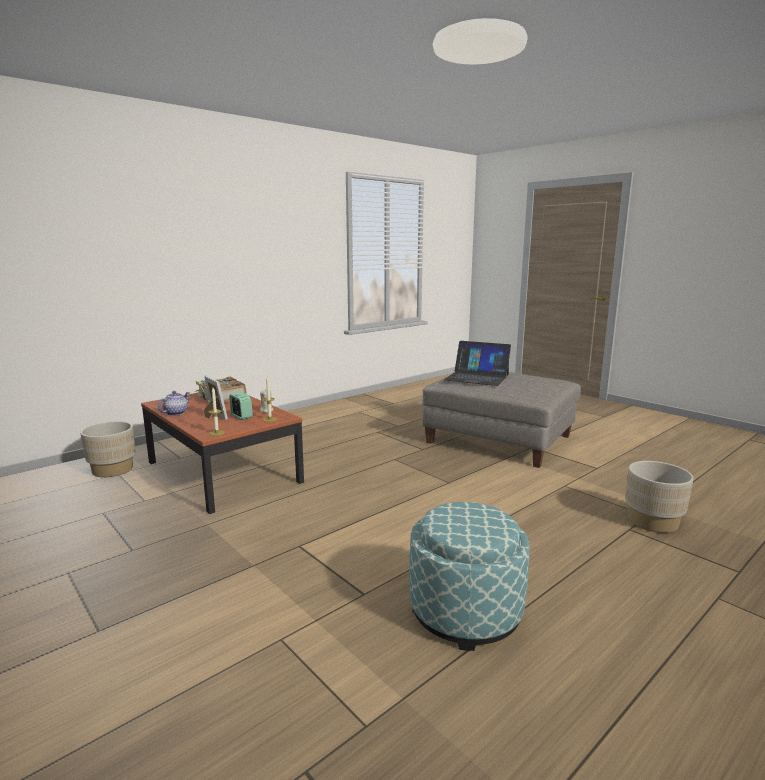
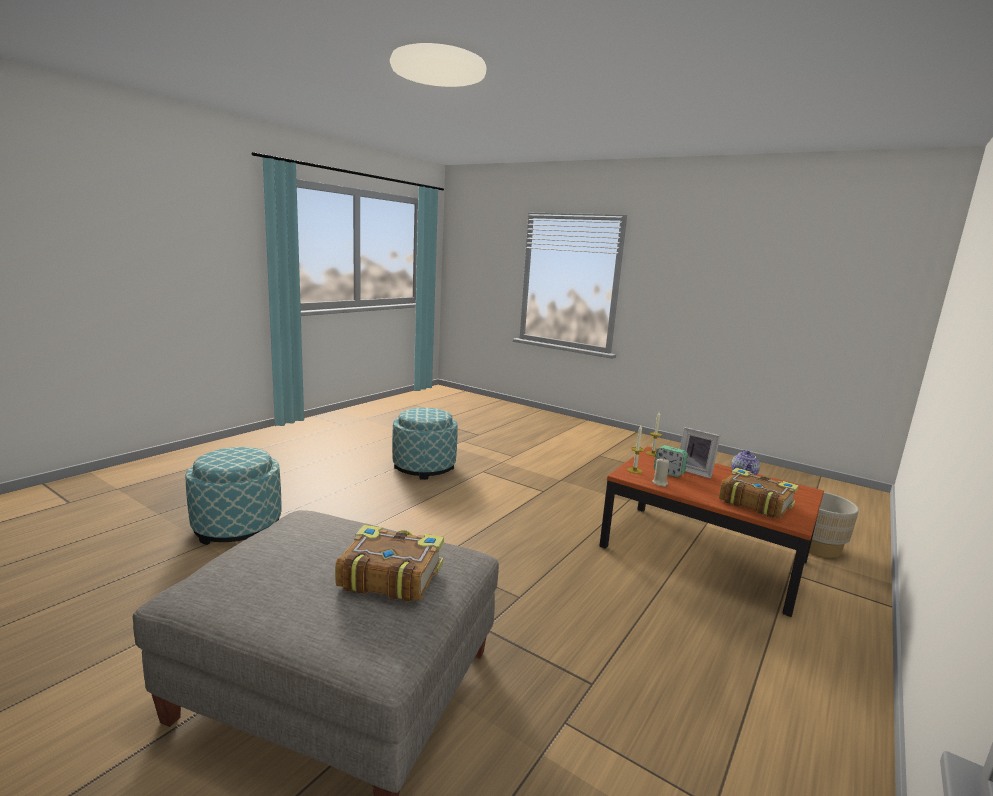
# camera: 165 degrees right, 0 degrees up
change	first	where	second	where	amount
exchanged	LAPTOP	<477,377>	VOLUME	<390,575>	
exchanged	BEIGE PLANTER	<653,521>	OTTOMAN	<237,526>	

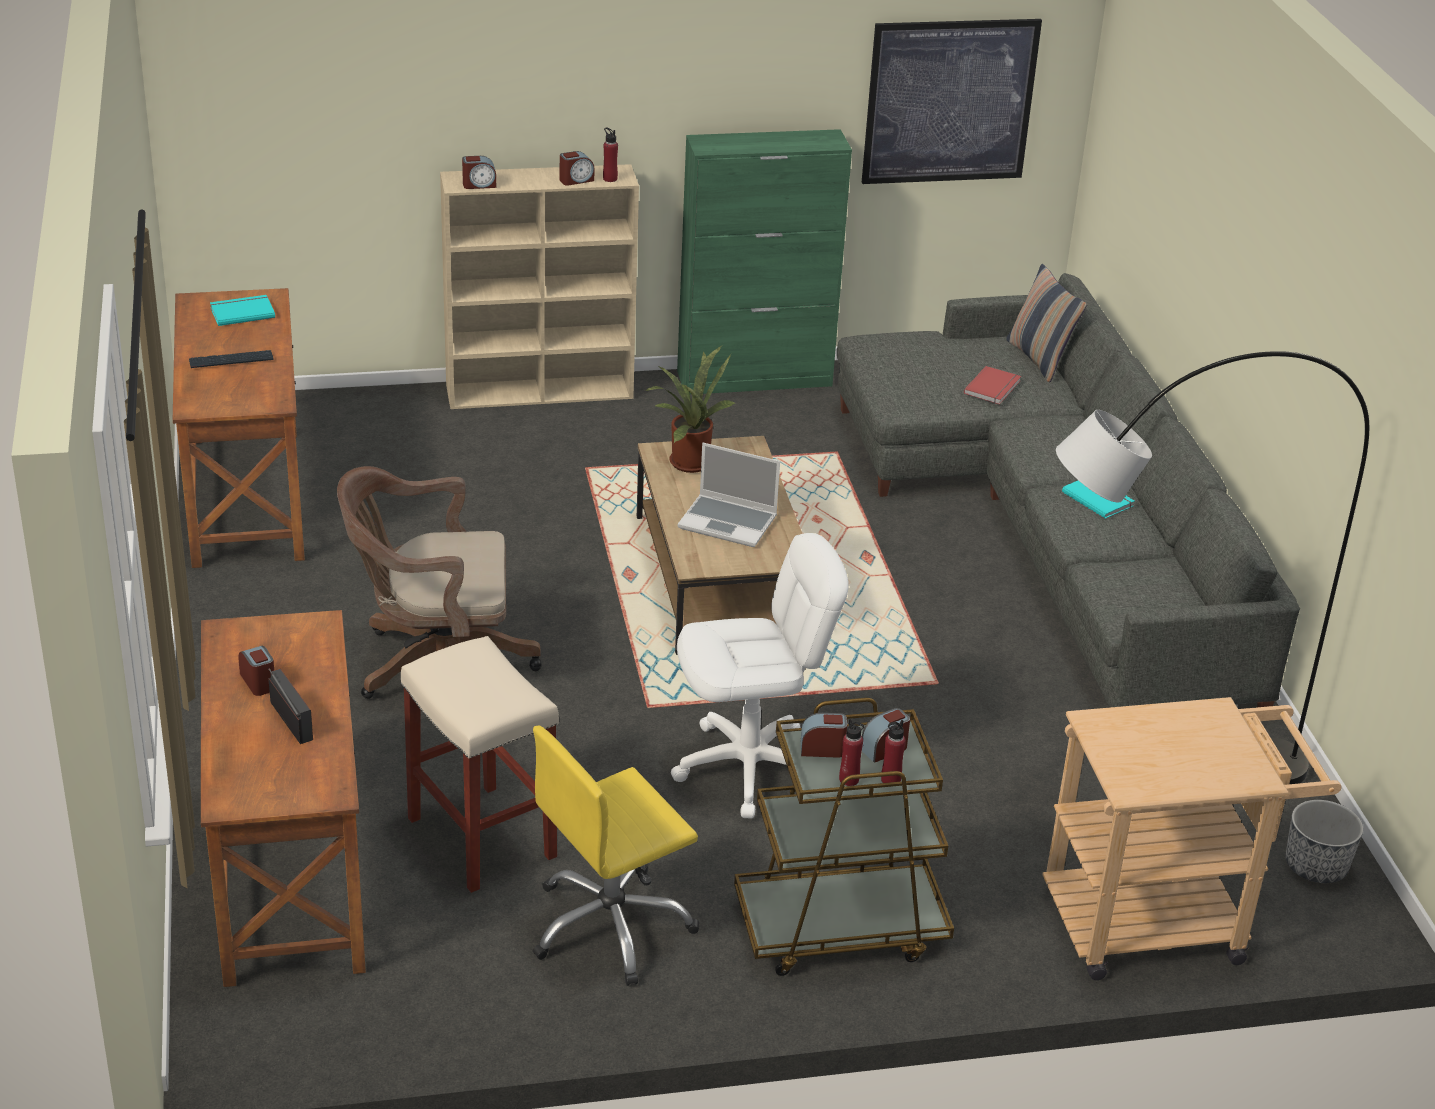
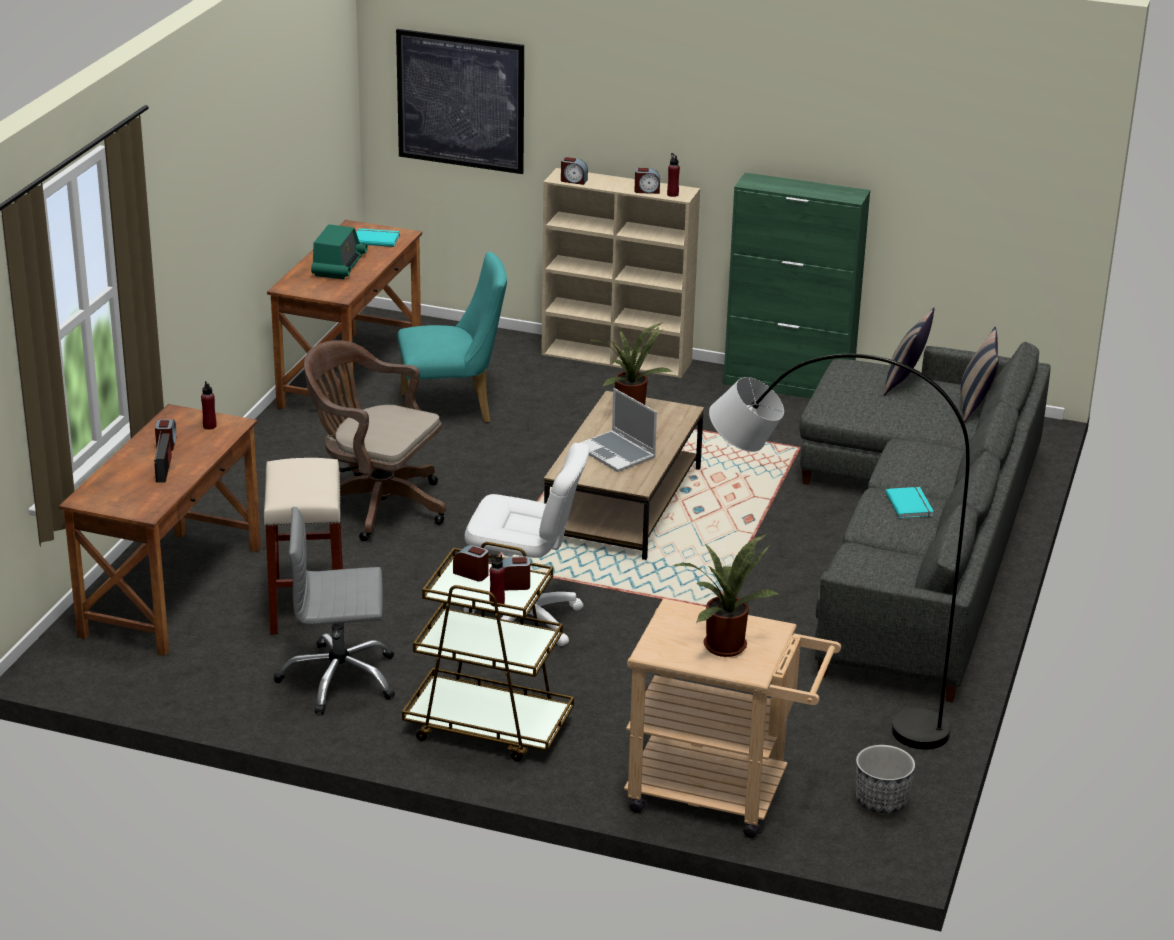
# camera: 30 degrees right, 5 degrees down
change	first	where	second	where	amount
missing	REDDISH VOLUME	<994,388>			
appeared			BLUE-GREEN CHAIR	<453,409>	
appeared			PLANT IN A POT	<723,644>	
appeared			THROW PILLOW	<905,382>	
relocated	REDDISH BEVERAGE BOTTLE	<849,779>		<209,426>	
relocated	PICTURE	<949,101>		<460,101>	
exchanged	COMPUTER KEYBOARD	<231,360>	RADIO RECEIVER	<339,266>	
colour	YELLOW-COLOURED OFFICE CHAIR	<611,926>	GREYISH OFFICE CHAIR	<339,679>	

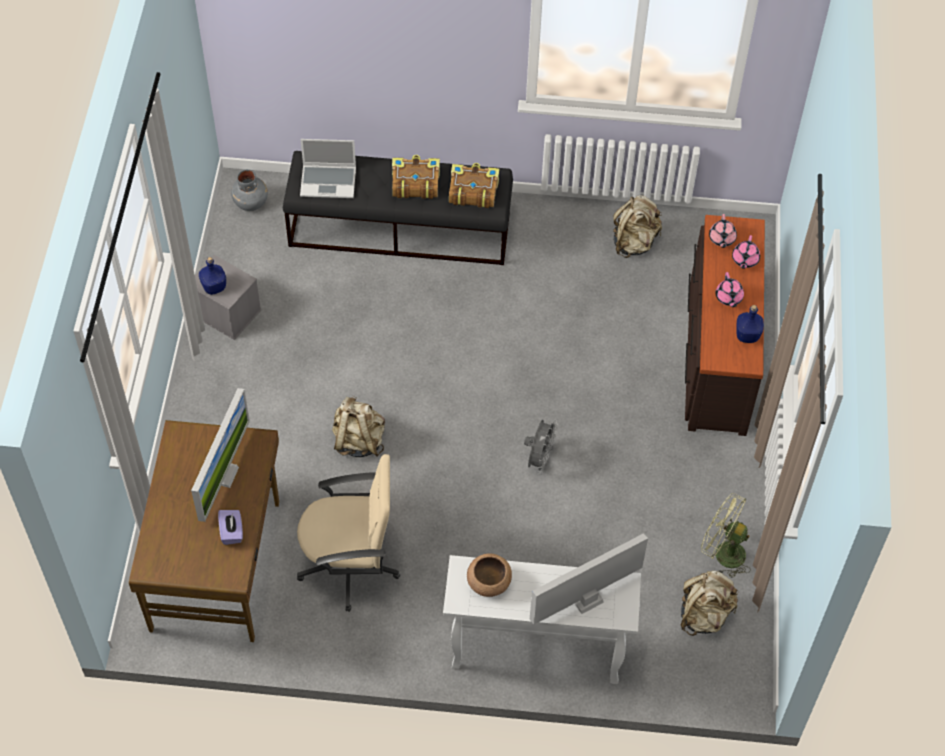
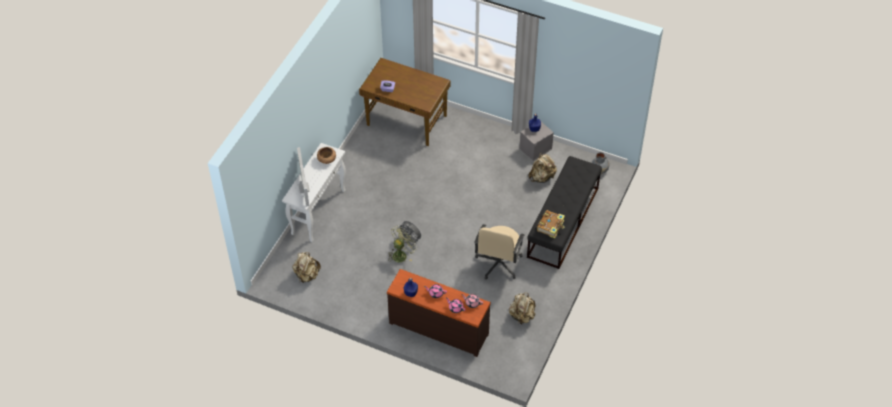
# camera: 110 degrees right, 5 degrees down
change	first	where	second	where	amount
missing	COMPUTER DISPLAY	<224,474>			
missing	LAPTOP	<329,182>			
missing	VOLUME	<414,183>			
relocated	BEIGE OFFICE CHAIR	<350,565>		<498,263>	
relocated	BEIGE KNAPSACK	<358,440>		<542,177>	
relocated	GREENISH COOLING FAN	<723,553>		<401,254>	

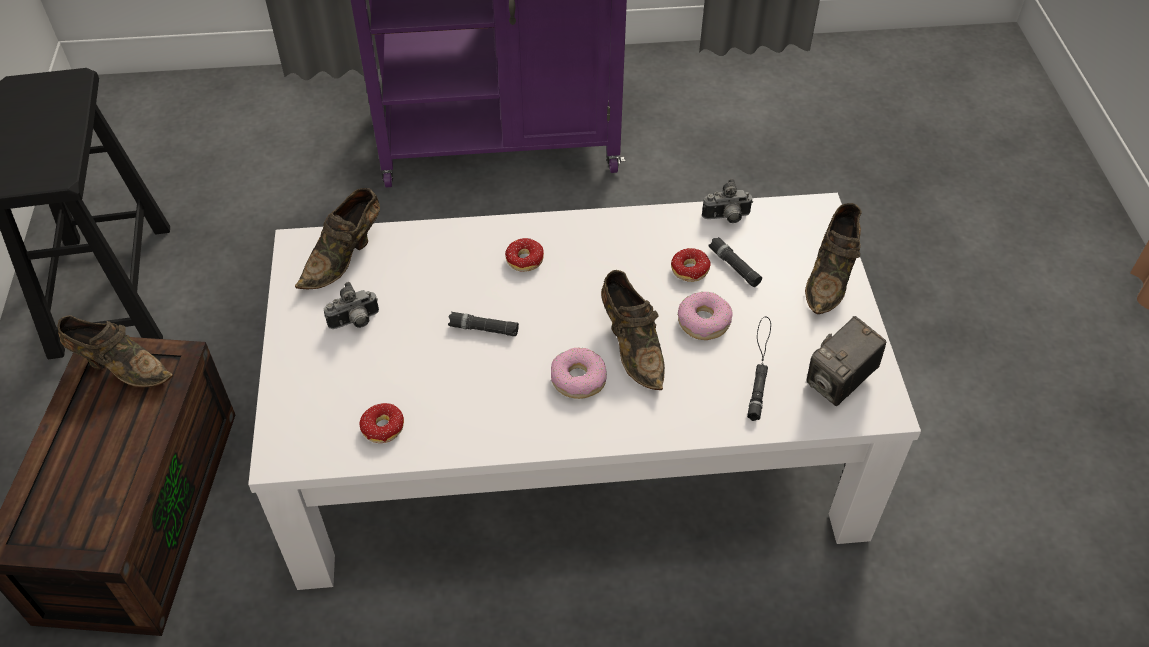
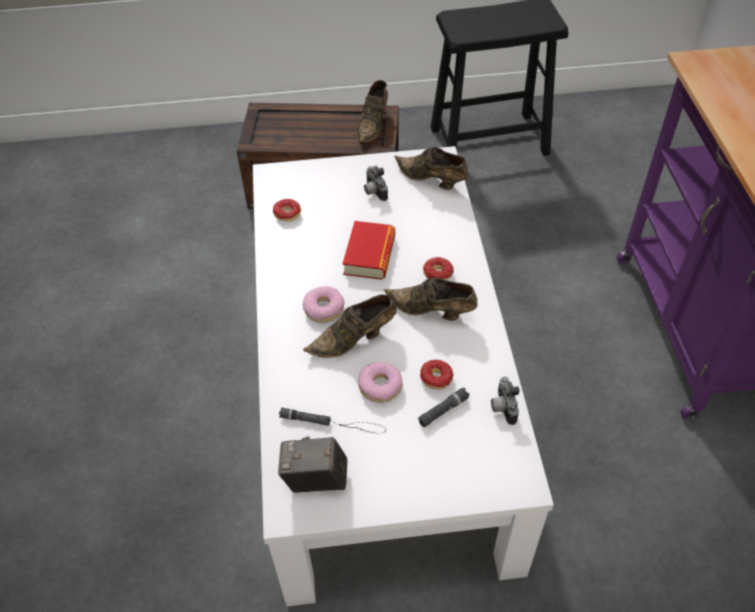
# camera: 90 degrees right, 0 degrees up
change	first	where	second	where	amount
relocated	BROWN SHOE	<831,276>		<432,311>	
exchanged	BLACK-COLOURED FLASHLIGHT	<483,329>	VOLUME	<369,255>	
spun	PHOTO CAMERA	<839,382>		<315,480>	45 degrees counterclockwise

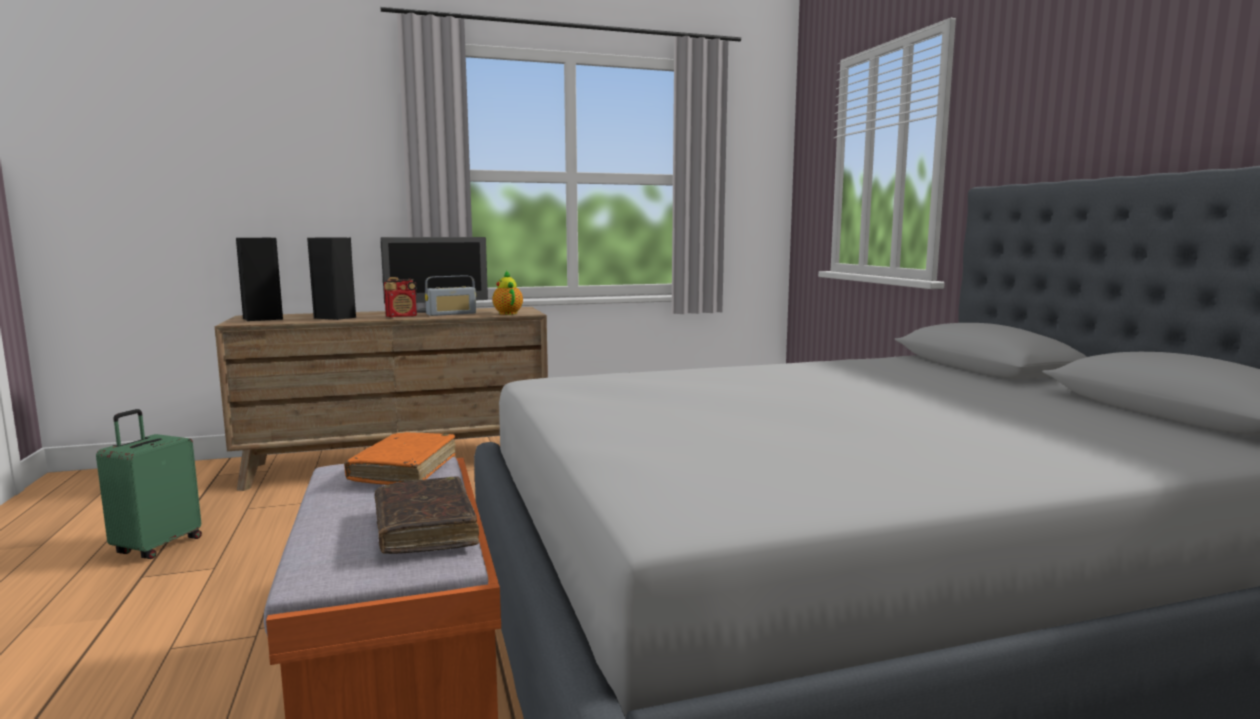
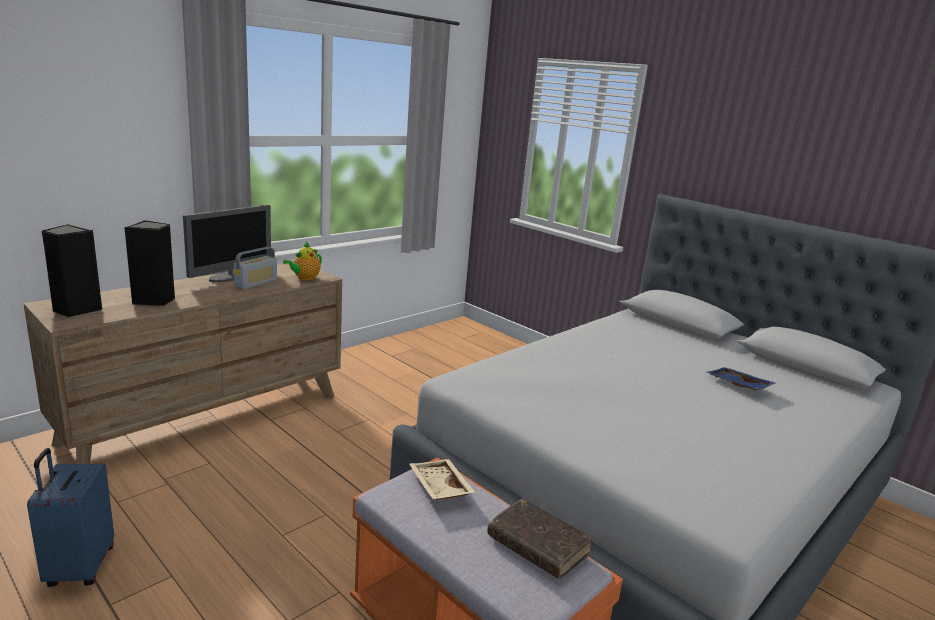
# camera: 30 degrees left, 10 degrees up
change	first	where	second	where	amount
missing	RADIO RECEIVER	<402,316>			
appeared			BLUE SERVING TRAY	<737,385>	
exchanged	ORANGE-COLOURED VOLUME	<404,470>	BEIGE SERVING TRAY	<438,487>	
colour	GREENISH TRAVEL CASE	<157,546>	BLUE TRAVEL CASE	<79,567>	
spun	TEAPOT	<507,313>		<304,278>	90 degrees counterclockwise

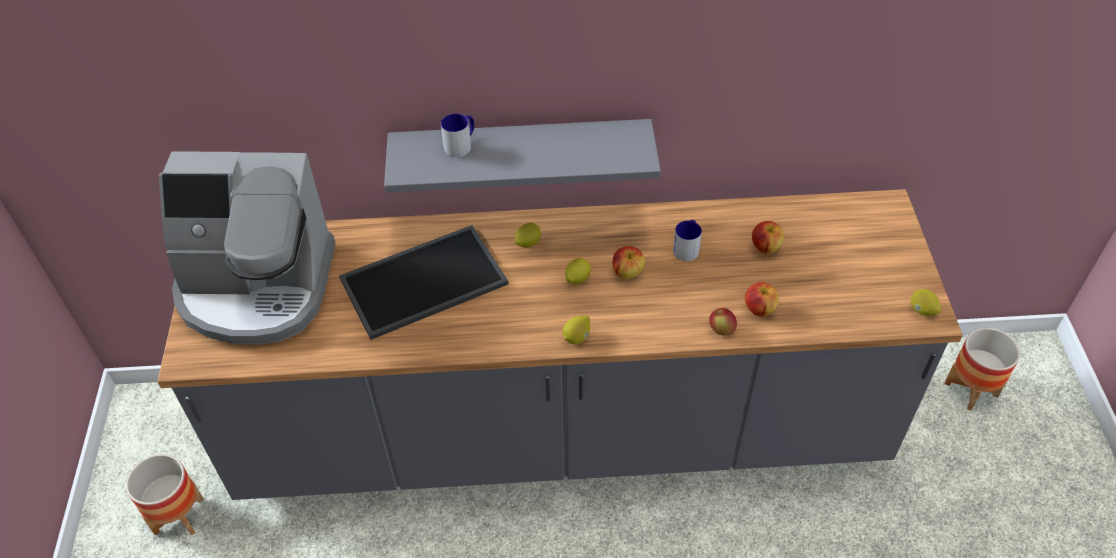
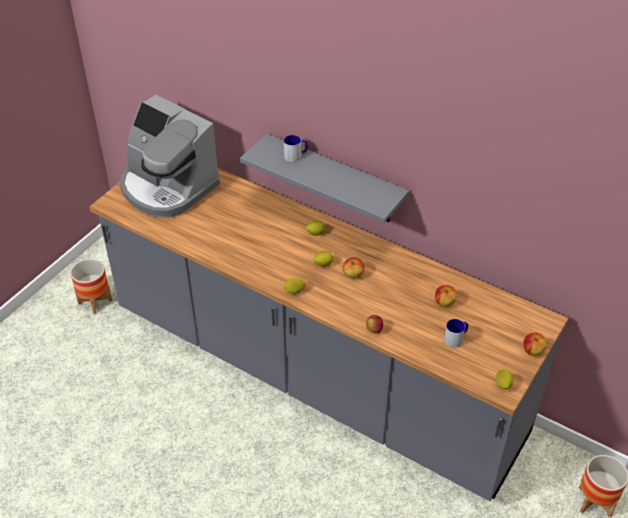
# camera: 35 degrees right, 5 degrees down
change	first	where	second	where	amount
missing	SERVING TRAY	<423,284>			
relocated	MUG	<687,247>		<456,339>	
relocated	APPLE FRUIT	<759,309>		<532,351>	

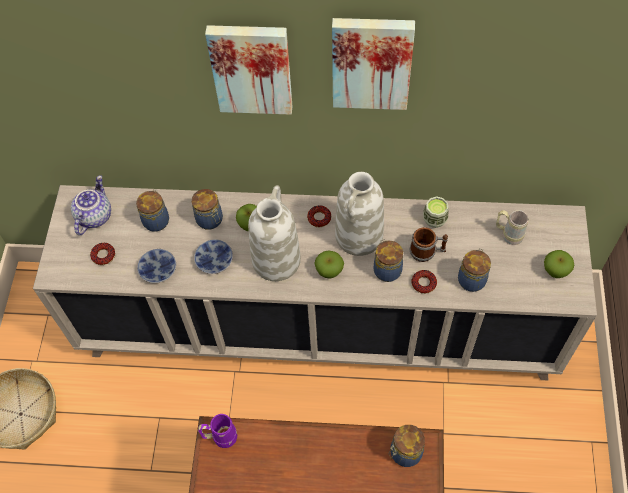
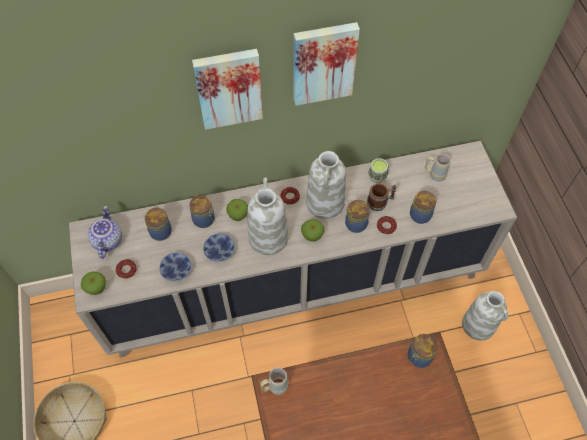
# camera: 20 degrees left, 0 degrees up
change	first	where	second	where	amount
appeared			WHITE-COLOURED FLOWER VASE	<479,325>	
relocated	APPLE FRUIT	<555,271>		<96,288>	
colour	PURPLE-COLOURED MUG	<220,437>	BEIGE MUG	<274,387>	

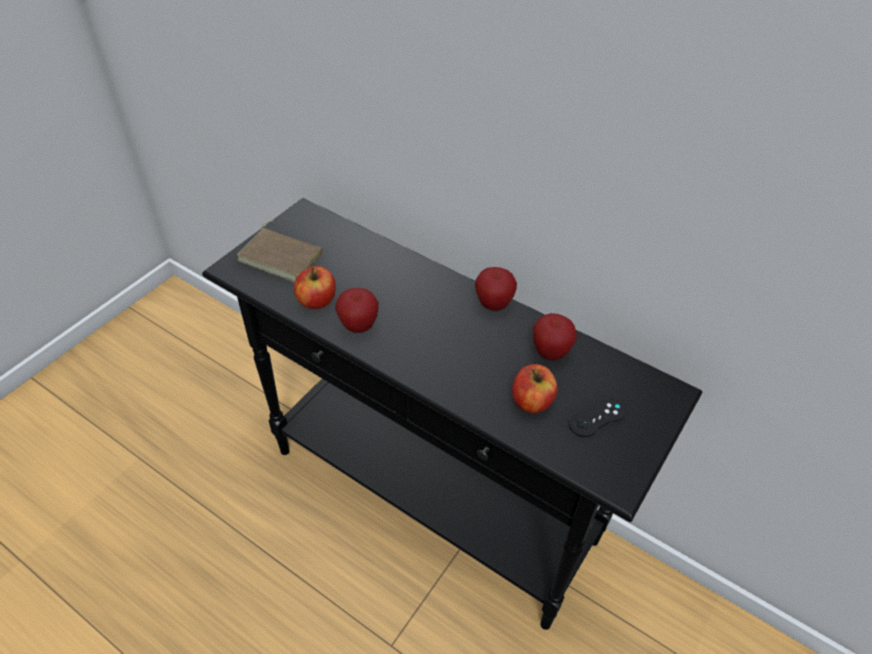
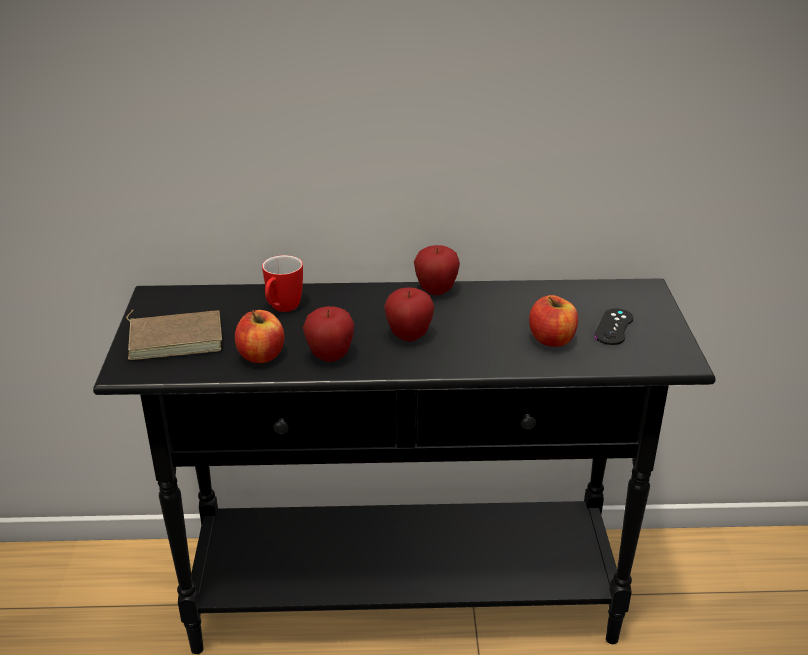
# camera: 35 degrees left, 15 degrees down
change	first	where	second	where	amount
appeared			MUG	<281,309>	
relocated	APPLE FRUIT	<550,352>		<409,336>	

